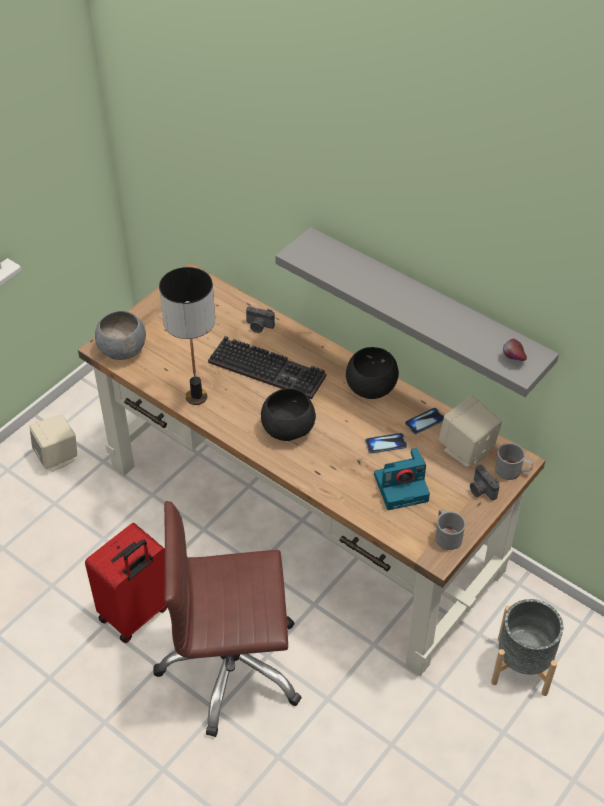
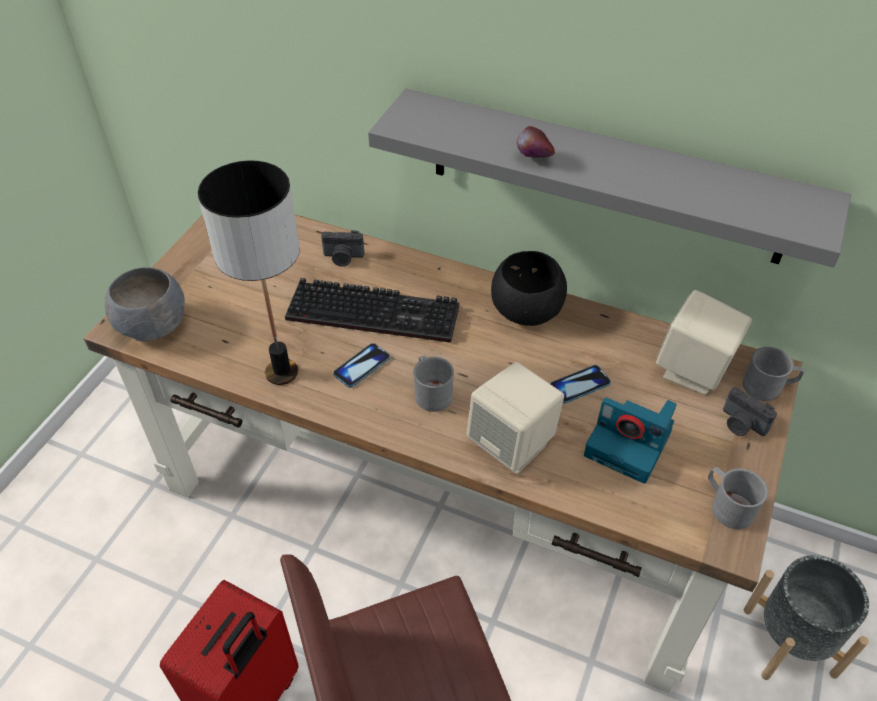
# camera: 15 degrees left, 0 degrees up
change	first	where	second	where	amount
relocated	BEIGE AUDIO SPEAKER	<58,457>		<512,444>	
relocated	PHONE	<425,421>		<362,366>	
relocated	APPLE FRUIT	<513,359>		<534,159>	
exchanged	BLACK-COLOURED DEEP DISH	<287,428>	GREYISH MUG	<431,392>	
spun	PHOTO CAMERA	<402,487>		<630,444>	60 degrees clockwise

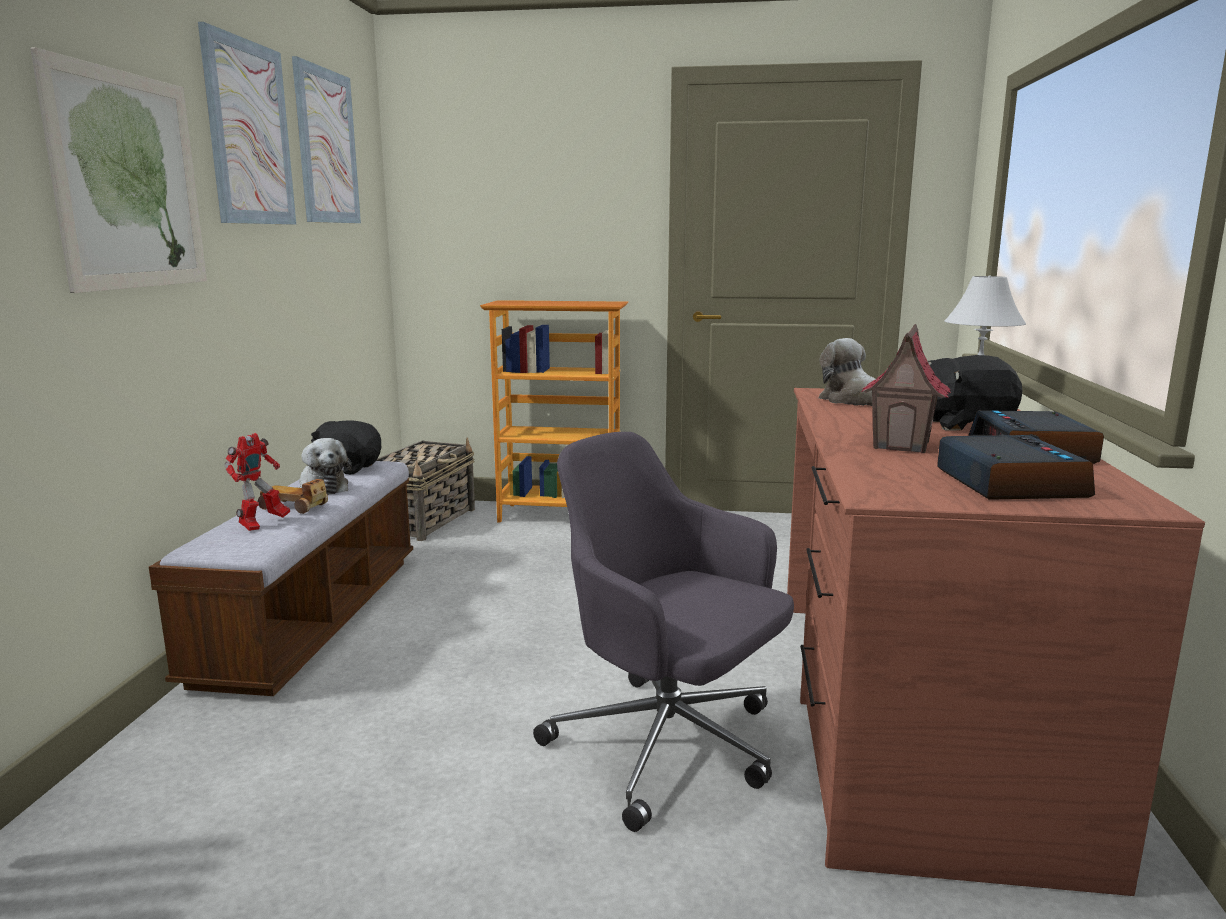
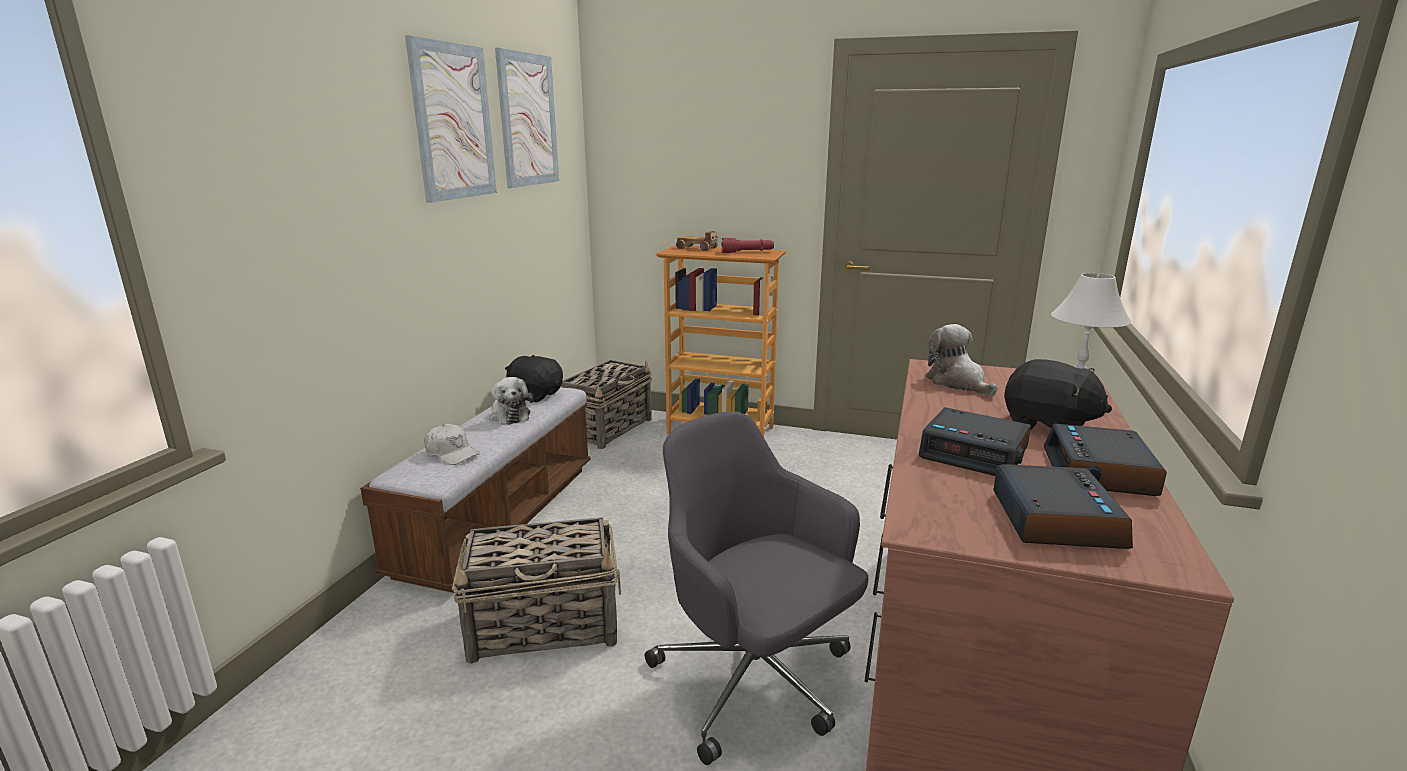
# camera: 10 degrees right, 5 degrees up
change	first	where	second	where	amount
missing	PICTURE	<129,181>			
appeared			HOUSEHOLD BASKET	<546,626>	
appeared			REDDISH FLASHLIGHT	<747,252>	
relocated	MODEL CAR	<294,507>		<697,249>	
exchanged	ROBOT FIGURE	<262,524>	WHITE-COLOURED PEAKED CAP	<452,453>	
exchanged	TOY HOUSE	<902,445>	BEDSIDE CLOCK	<975,453>	
spun	BLACK-COLOURED CUDDLY TOY	<963,424>		<1048,425>	150 degrees counterclockwise

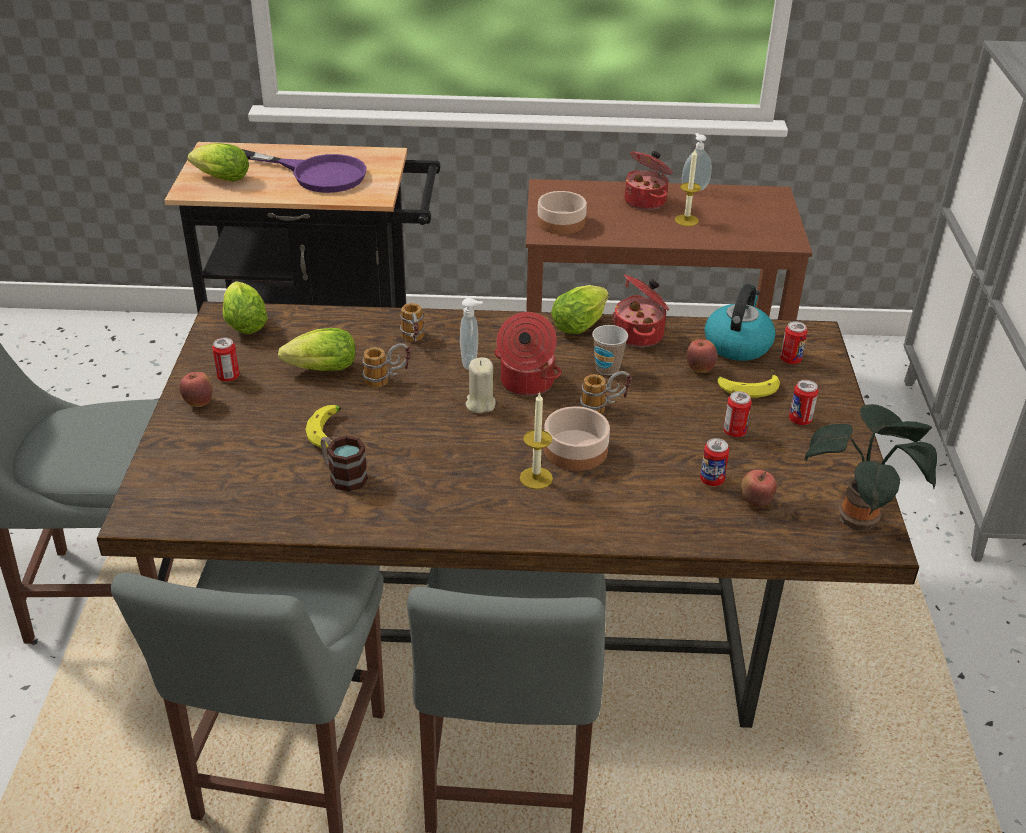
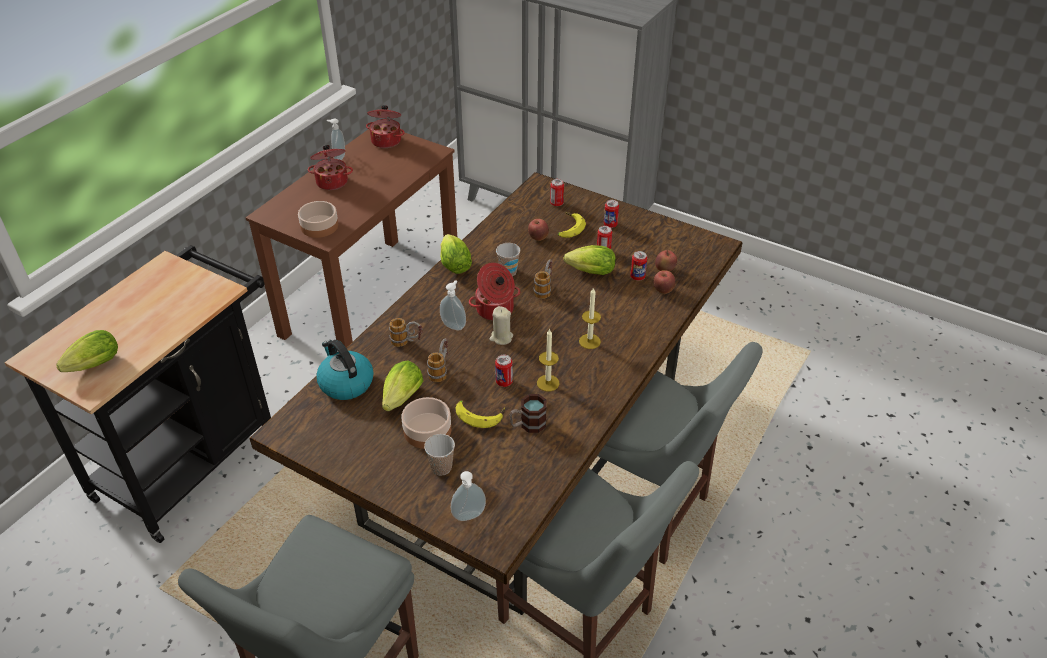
# camera: 60 degrees left, 5 degrees up
change	first	where	second	where	amount
missing	PURPLE-COLOURED PAN	<317,174>			
missing	PLANT IN A POT	<859,518>			
appeared			DRINKING CUP	<441,467>	
appeared			SOAP BOTTLE	<469,517>	
relocated	APPLE FRUIT	<199,402>		<663,290>	
relocated	SEALED CAN	<228,377>		<504,382>	
relocated	LETTUCE	<244,322>		<588,272>	
relocated	DEEP DISH	<576,450>		<428,430>	
relocated	STOCKPOT	<640,335>		<387,140>	
relocated	WAX LIGHT	<686,220>		<548,383>	
relocated	TEA KETTLE	<737,344>		<345,383>	

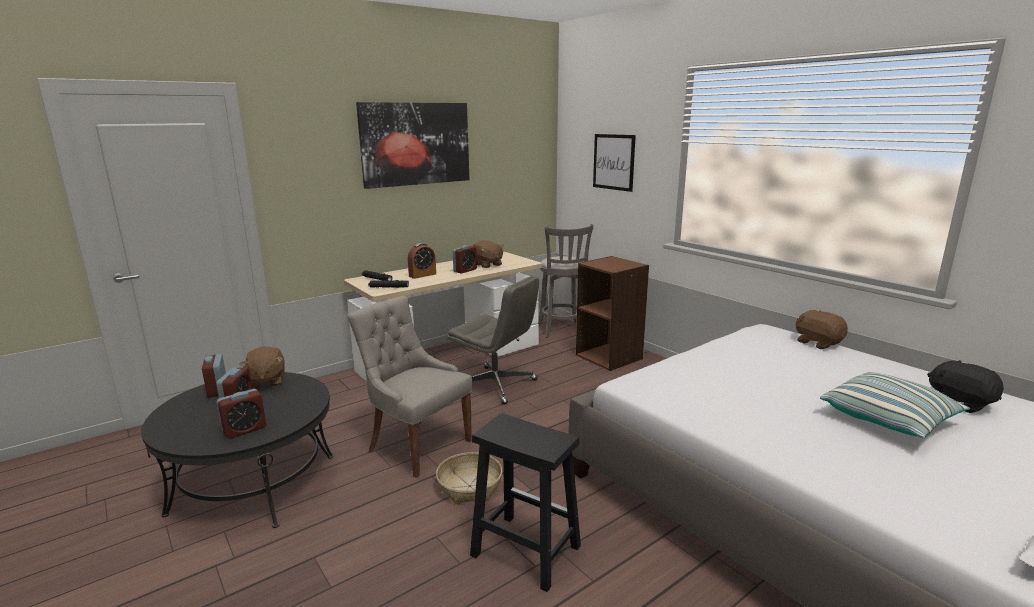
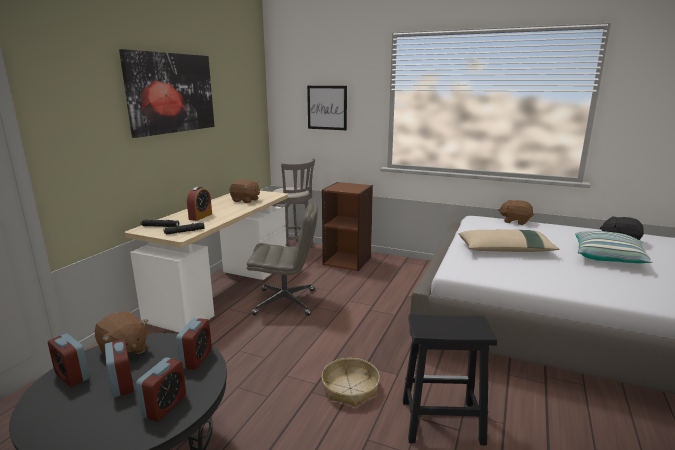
# camera: 30 degrees left, 0 degrees up
change	first	where	second	where	amount
missing	GREYISH CHAIR	<417,445>			
appeared			BEIGE THROW PILLOW	<506,250>	
relocated	BEDSIDE CLOCK	<465,270>		<196,358>	

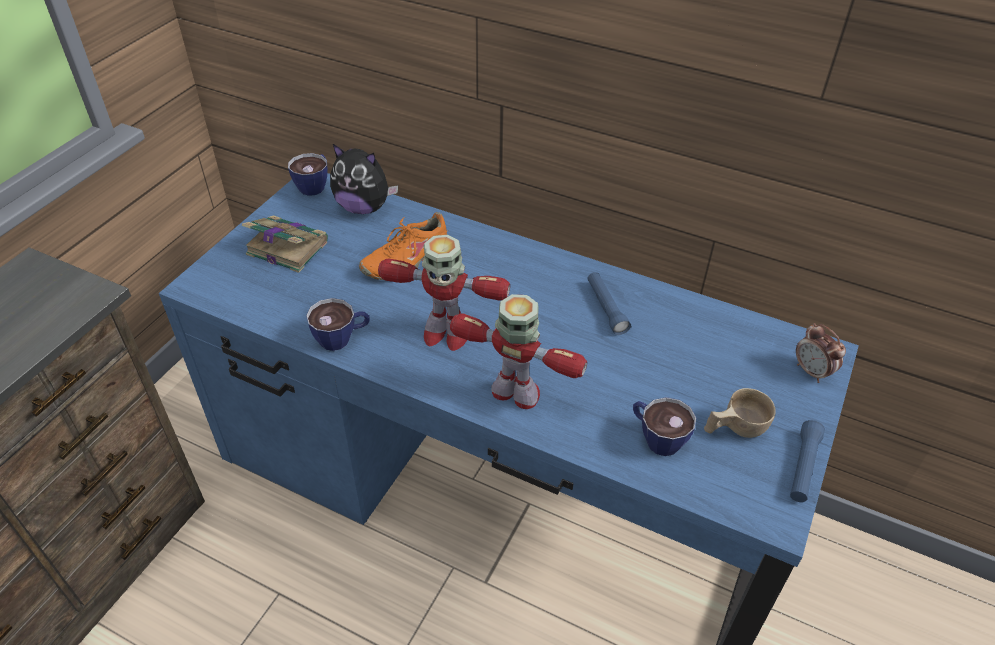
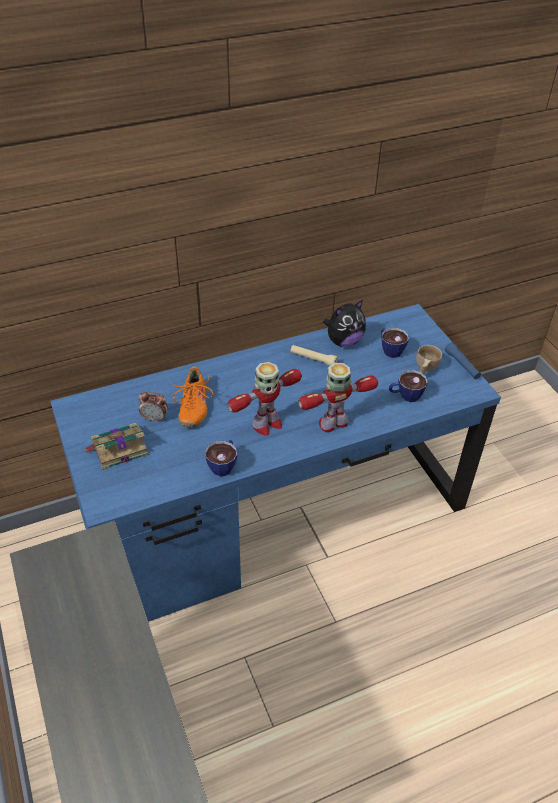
# camera: 50 degrees left, 0 degrees up
change	first	where	second	where	amount
relocated	DRINKING CUP	<315,185>		<390,349>	
relocated	CUDDLY TOY	<364,207>		<343,341>	
relocated	BEDSIDE CLOCK	<812,372>		<154,418>	
colour	BLUE FLASHLIGHT	<606,308>	BEIGE FLASHLIGHT	<313,359>	

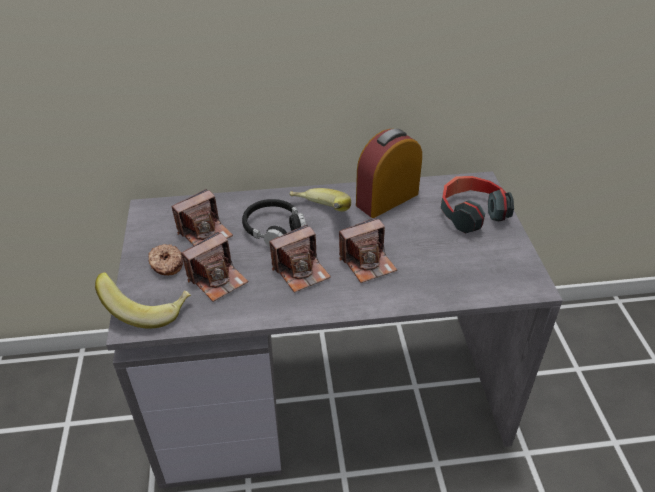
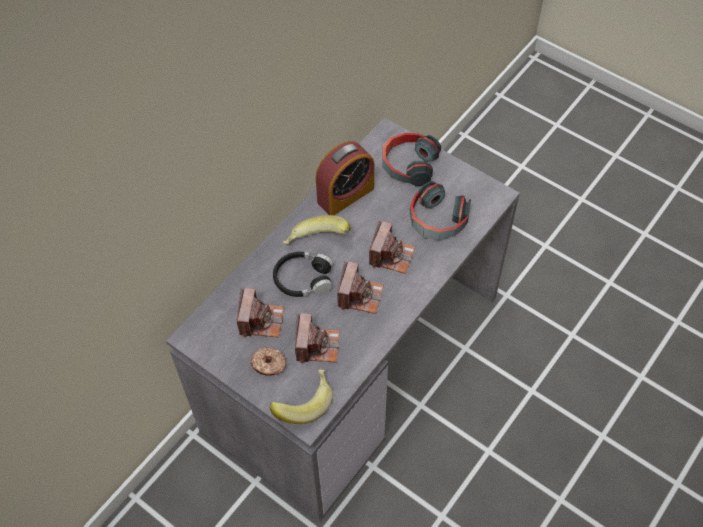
# camera: 45 degrees left, 15 degrees up
change	first	where	second	where	amount
appeared			HEADPHONES	<437,220>	
spun	BEDSIDE CLOCK	<387,199>		<345,195>	135 degrees counterclockwise

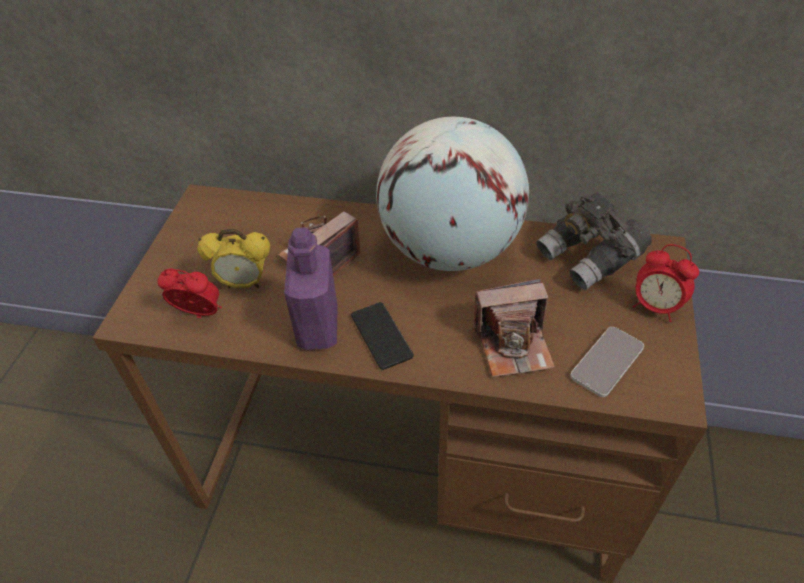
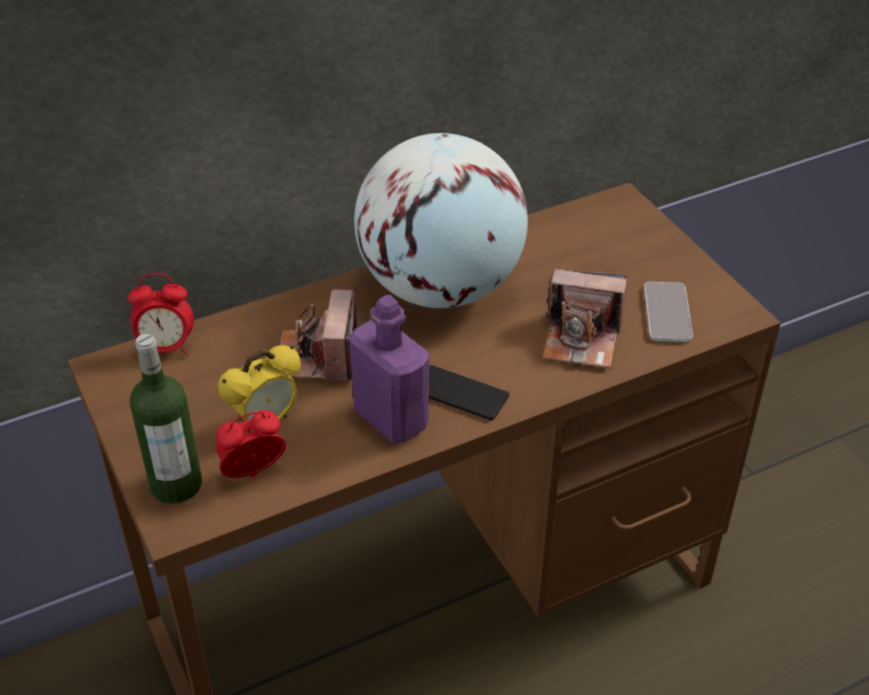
# camera: 40 degrees left, 5 degrees down
change	first	where	second	where	amount
missing	GREYISH PAIR OF BINOCULARS	<589,257>			
appeared			BEVERAGE BOTTLE	<176,484>	
relocated	BEDSIDE CLOCK	<655,307>		<166,348>	
spun	PHOTO CAMERA	<513,345>		<581,339>	60 degrees clockwise

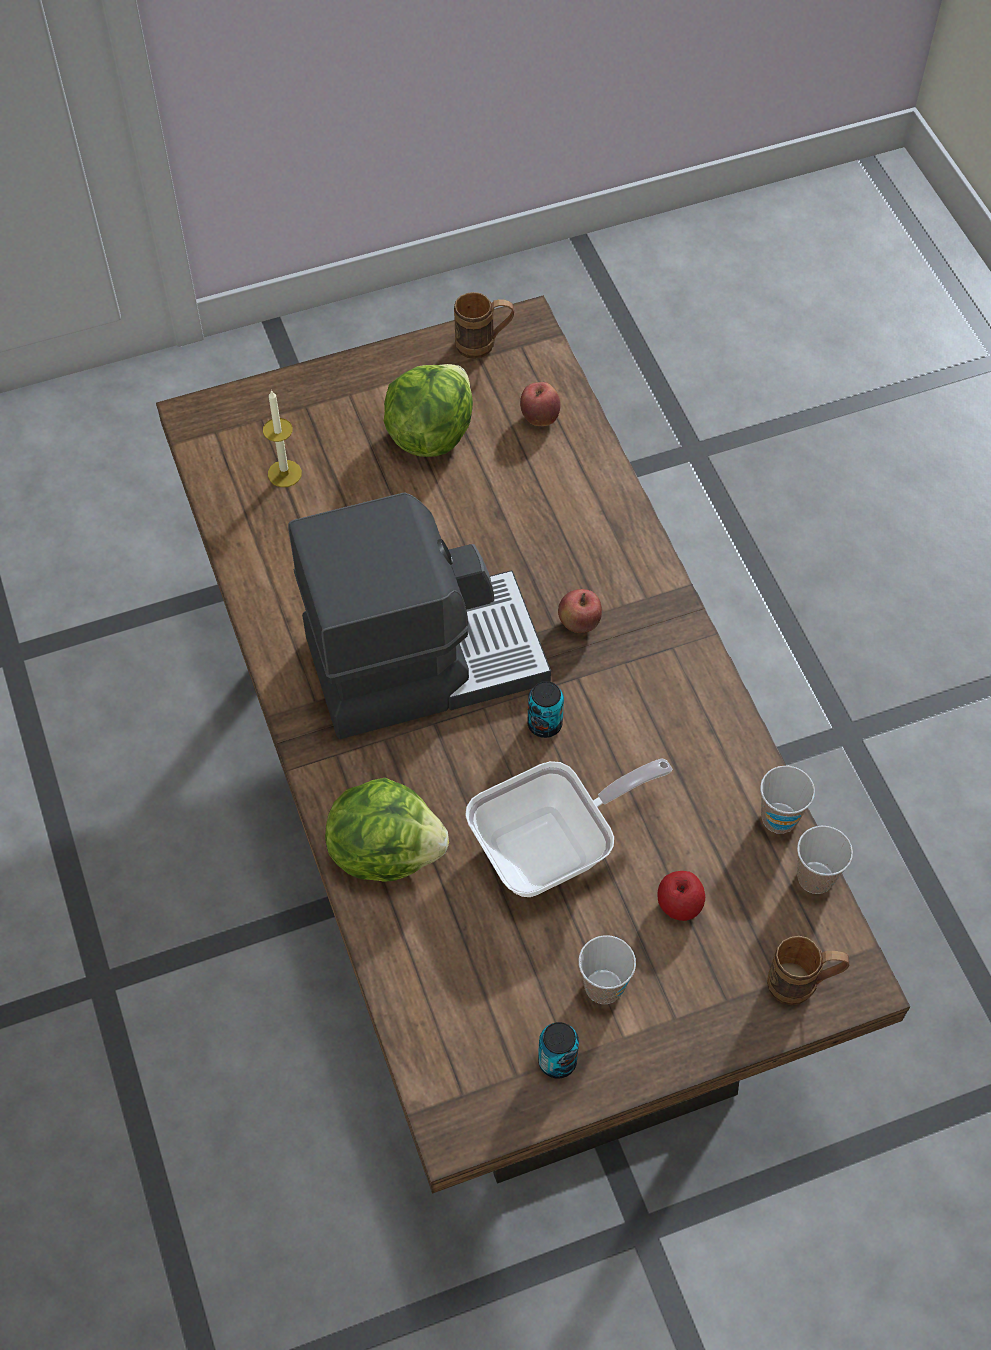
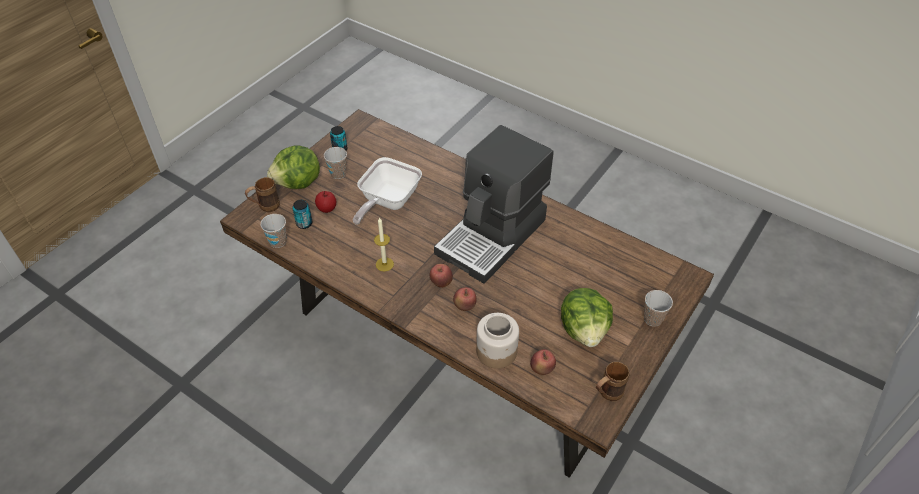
# camera: 145 degrees right, 10 degrees down
change	first	where	second	where	amount
appeared			APPLE FRUIT	<464,306>	
appeared			PRESERVE JAR	<496,352>	
relocated	WAX LIGHT	<284,473>		<384,264>	
relocated	LETTUCE	<385,851>		<298,183>	
relocated	SEALED CAN	<544,724>		<304,223>	
relocated	DRINKING CUP	<779,818>		<652,319>	

